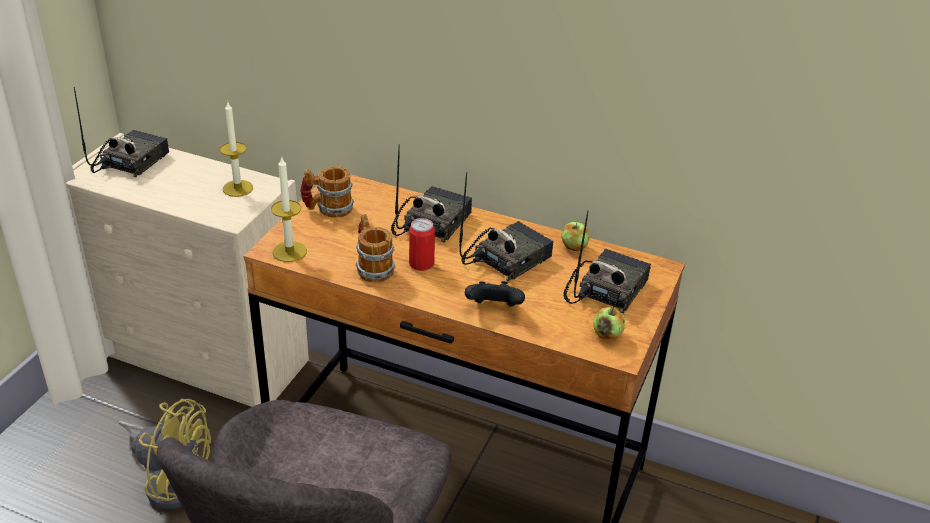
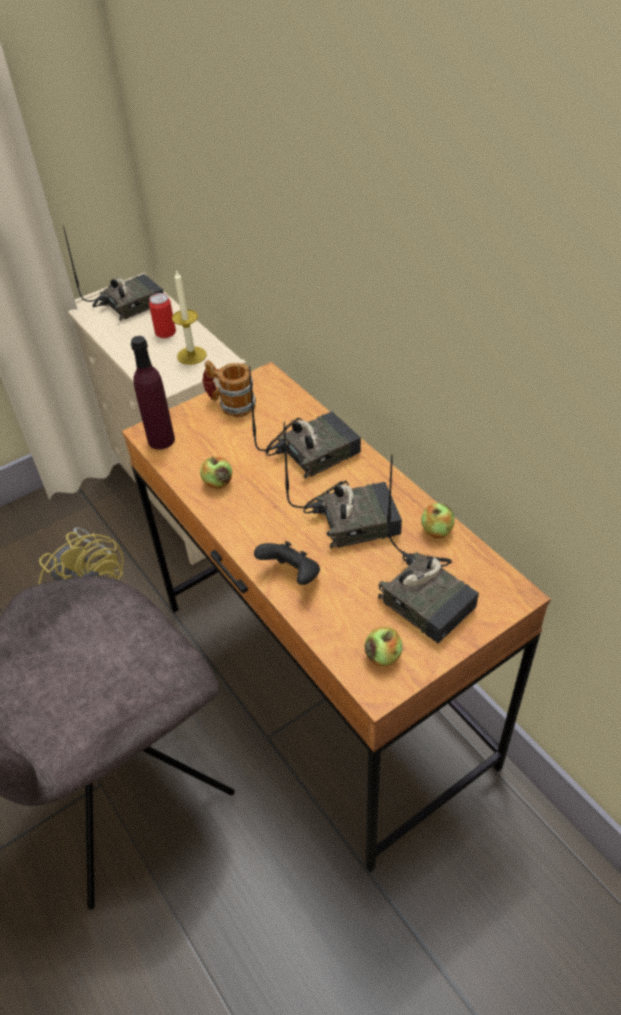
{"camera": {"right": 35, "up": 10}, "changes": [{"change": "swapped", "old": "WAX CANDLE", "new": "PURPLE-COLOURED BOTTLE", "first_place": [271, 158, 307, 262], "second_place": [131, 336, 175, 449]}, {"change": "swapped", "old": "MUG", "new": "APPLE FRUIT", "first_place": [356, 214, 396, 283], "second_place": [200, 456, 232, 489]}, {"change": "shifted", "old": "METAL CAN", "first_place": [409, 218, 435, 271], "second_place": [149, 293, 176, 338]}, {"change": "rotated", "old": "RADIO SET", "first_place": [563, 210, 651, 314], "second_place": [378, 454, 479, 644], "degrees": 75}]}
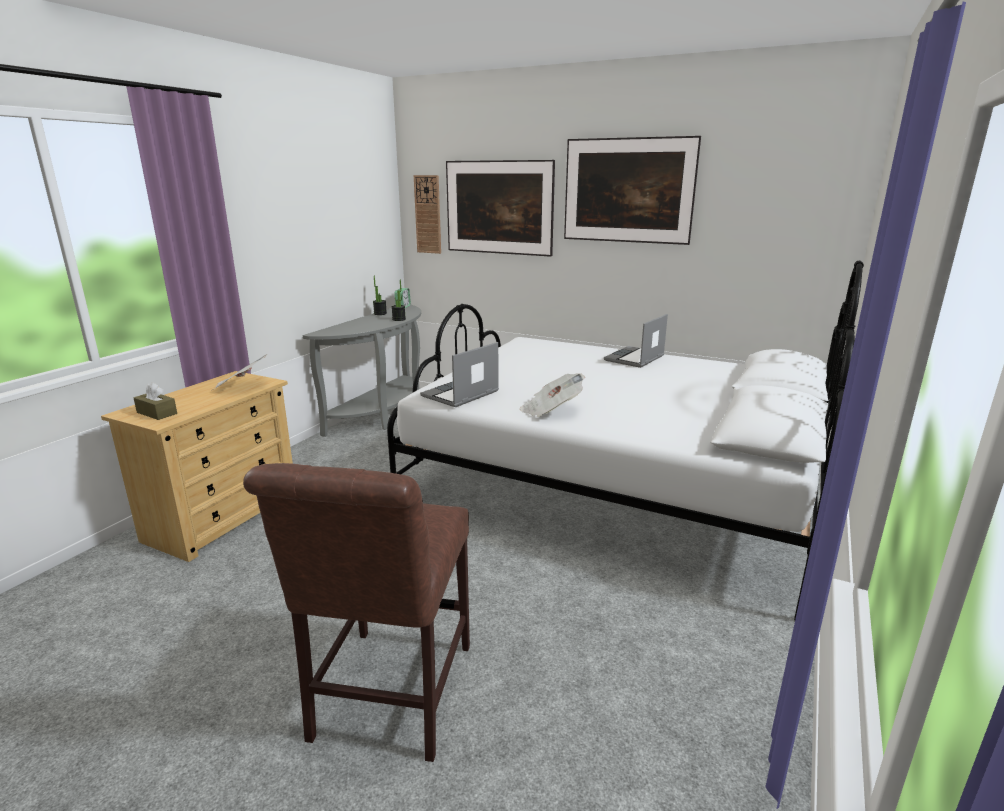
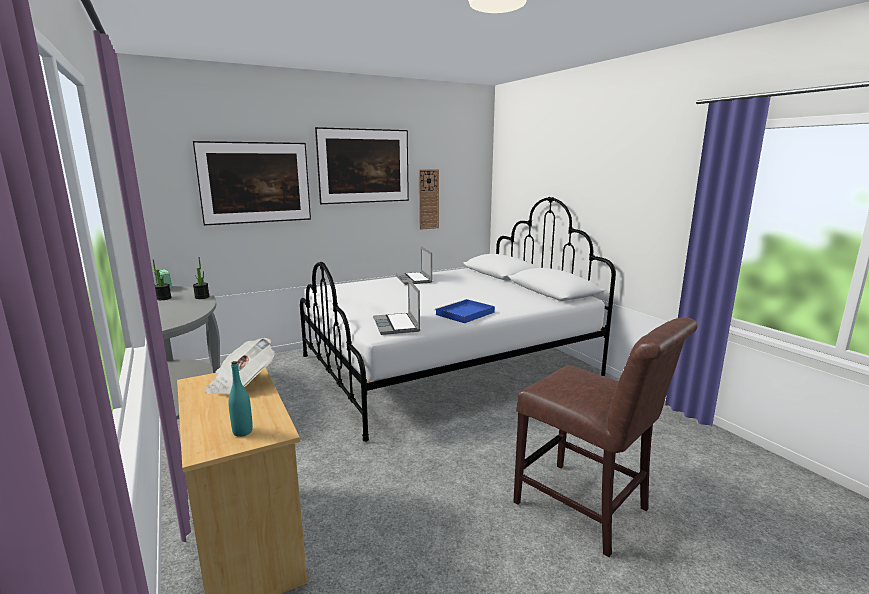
{"camera": {"right": -55, "up": -5}, "changes": [{"change": "swapped", "old": "BROWN TISSUE HOLDER", "new": "TURQUOISE BOTTLE", "first_place": [134, 382, 177, 420], "second_place": [228, 361, 253, 437]}, {"change": "shifted", "old": "CLOCK ON THE WALL", "first_place": [414, 175, 441, 254], "second_place": [419, 169, 439, 230]}, {"change": "swapped", "old": "NEWSPAPER", "new": "BLUISH CARRYING TRAY", "first_place": [519, 373, 585, 417], "second_place": [435, 299, 495, 323]}]}
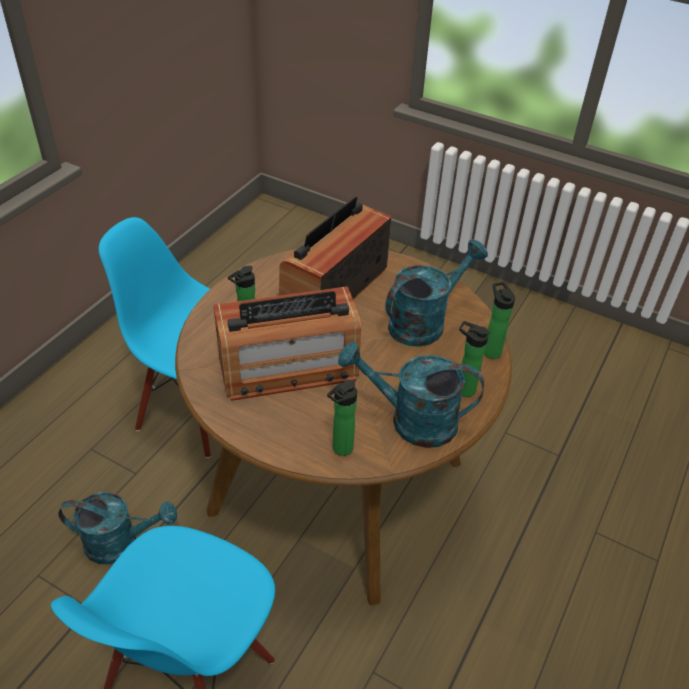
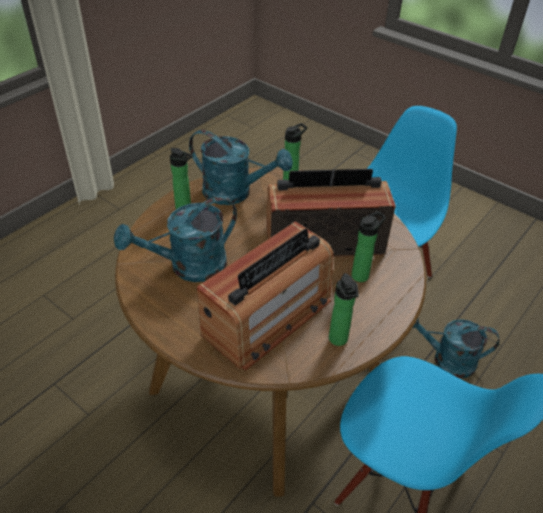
{"camera": {"right": -170, "up": 0}, "changes": [{"change": "shifted", "old": "BOTTLE", "first_place": [484, 282, 515, 359], "second_place": [329, 273, 359, 346]}]}
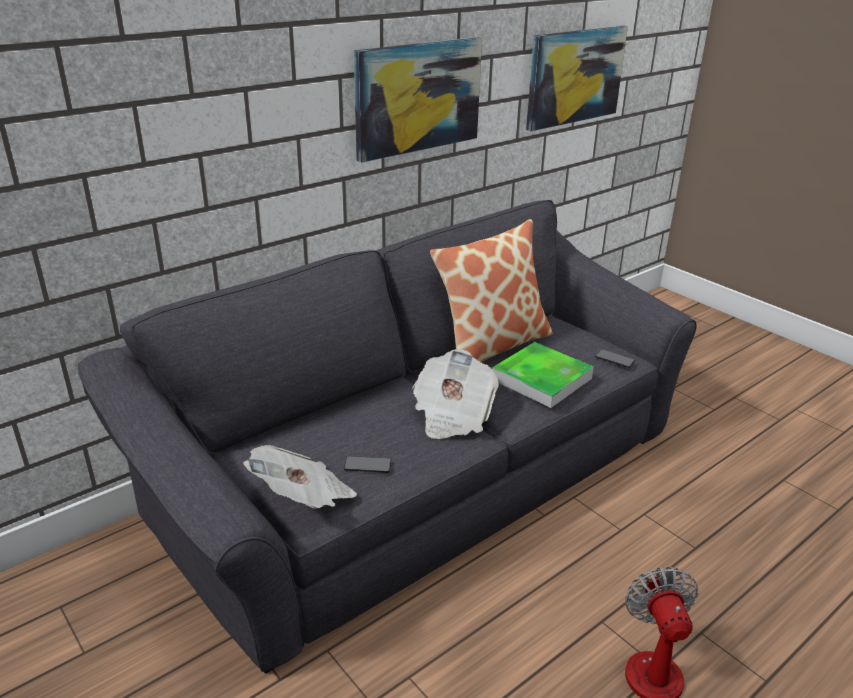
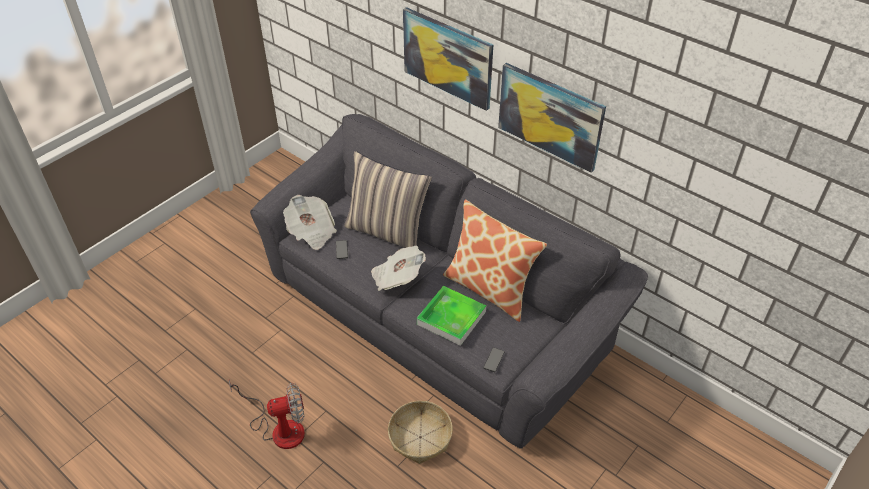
{"camera": {"right": 80, "up": 15}, "changes": [{"change": "shifted", "old": "WALL ART", "first_place": [526, 25, 628, 131], "second_place": [403, 7, 493, 111]}, {"change": "new", "new": "THROW PILLOW", "second_place": [344, 151, 432, 248]}, {"change": "new", "new": "BASKET", "second_place": [388, 401, 453, 464]}]}
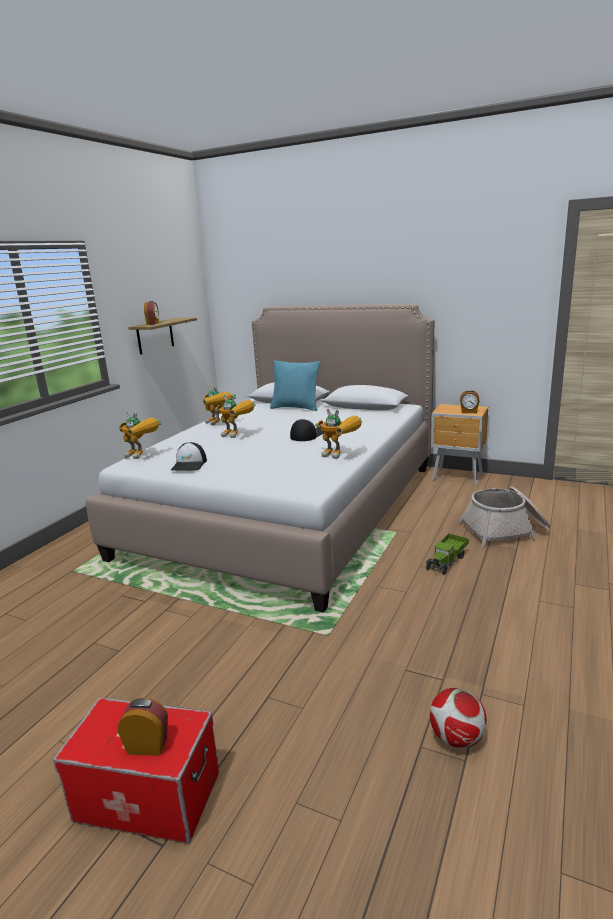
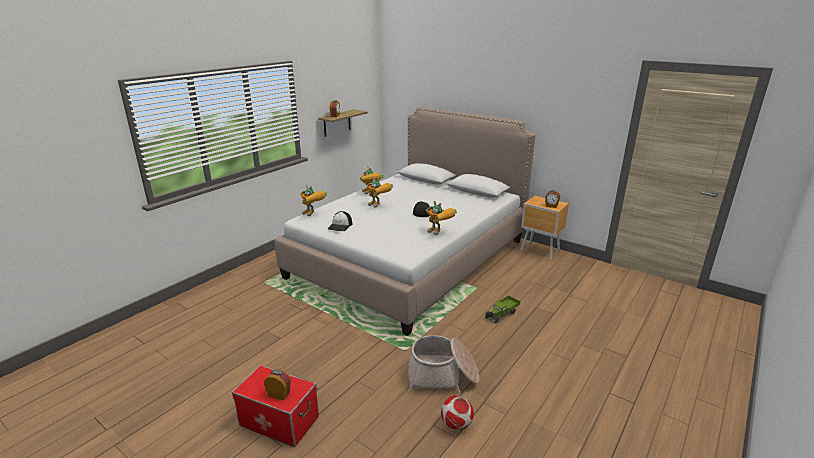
{"camera": {"right": 10, "up": 5}, "changes": [{"change": "gone", "old": "TURQUOISE THROW PILLOW", "first_place": [270, 360, 320, 411]}, {"change": "shifted", "old": "BASKET", "first_place": [459, 487, 550, 547], "second_place": [408, 335, 479, 393]}]}
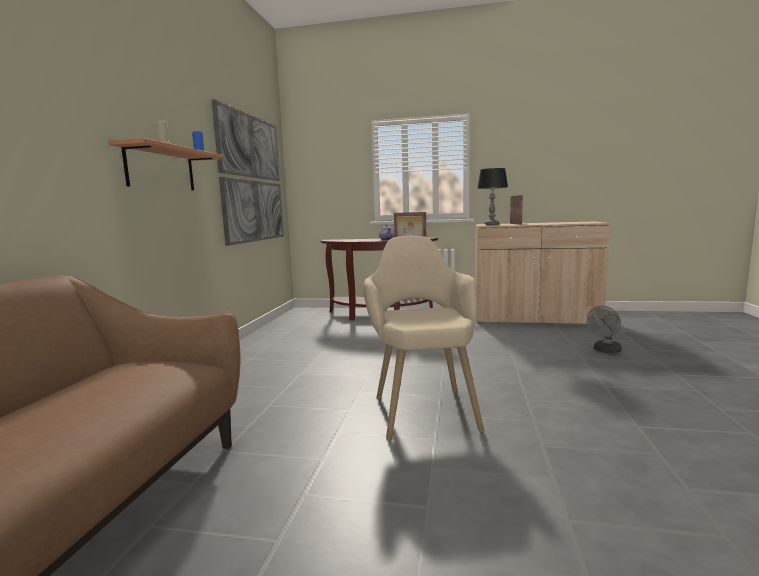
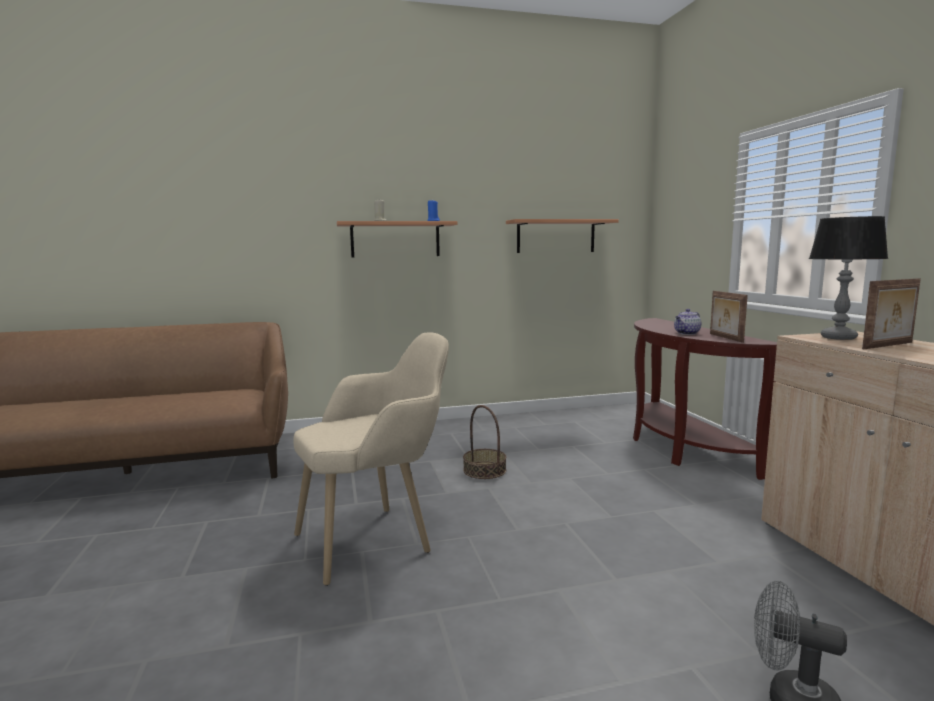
{"camera": {"right": 65, "up": 0}, "changes": [{"change": "swapped", "old": "WALL ART", "new": "SHELF", "first_place": [212, 99, 284, 246], "second_place": [506, 219, 619, 253]}, {"change": "new", "new": "BASKET", "second_place": [463, 405, 506, 479]}]}
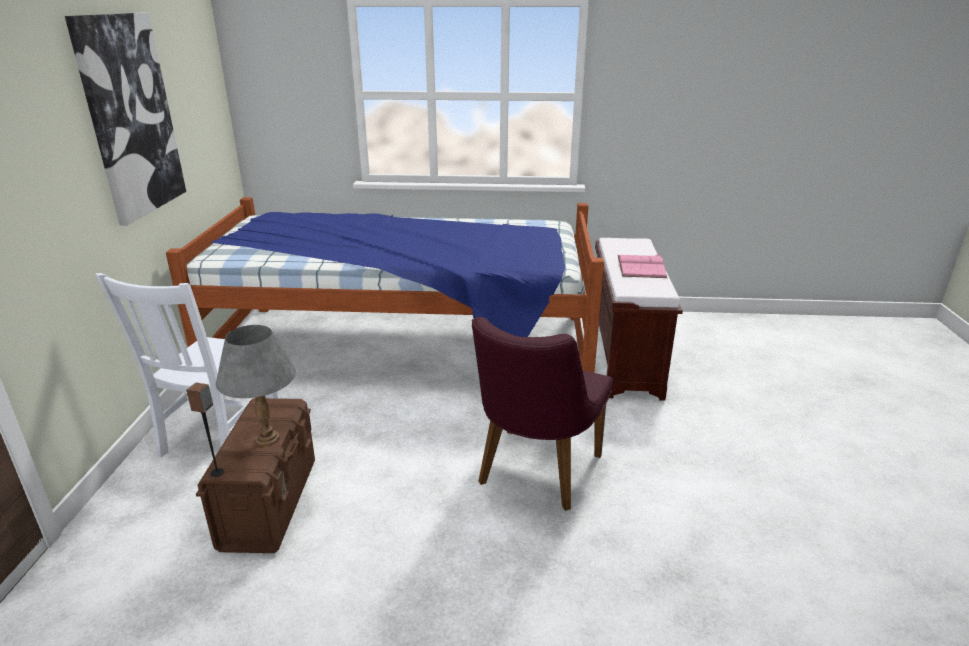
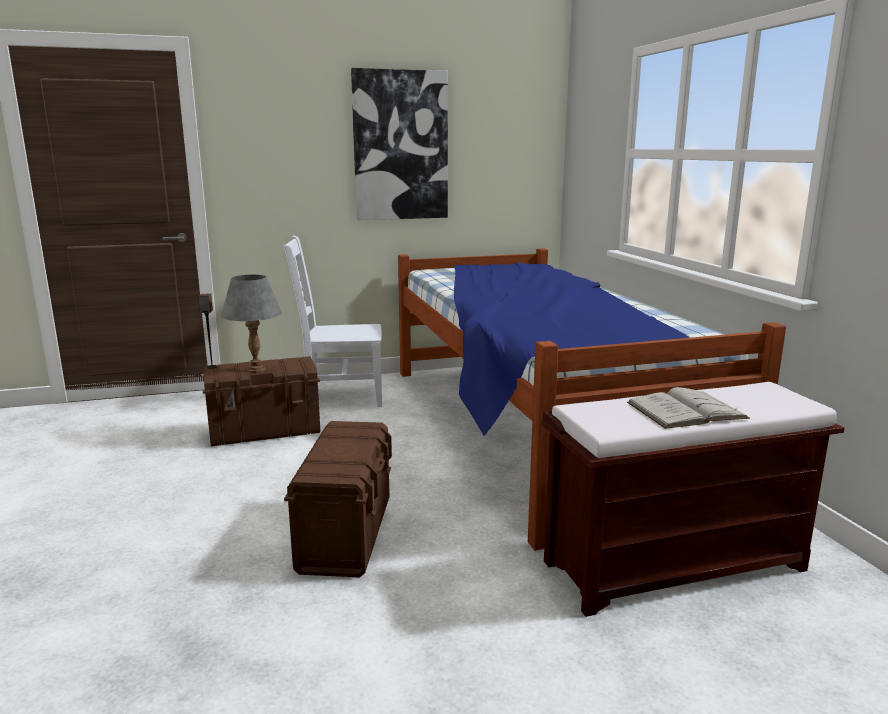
{"camera": {"right": 70, "up": -10}, "changes": [{"change": "swapped", "old": "PURPLE-COLOURED UPRIGHT CHAIR", "new": "BROWN STORAGE CONTAINER", "first_place": [472, 317, 613, 511], "second_place": [284, 421, 392, 577]}, {"change": "repainted", "old": "PINKISH BOUND BOOK", "new": "WHITISH BOUND BOOK", "first_place": [618, 254, 667, 278], "second_place": [627, 387, 750, 429]}]}
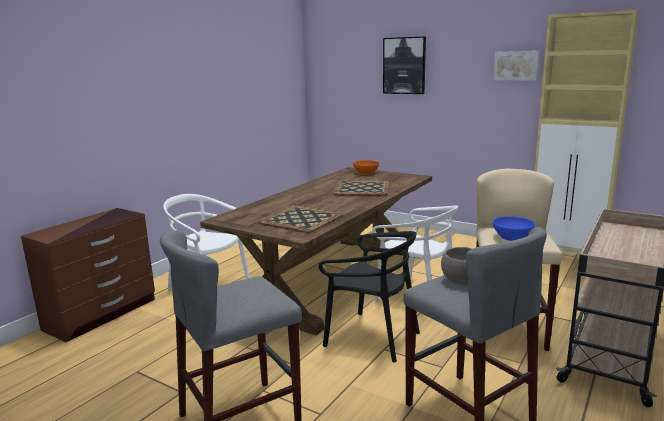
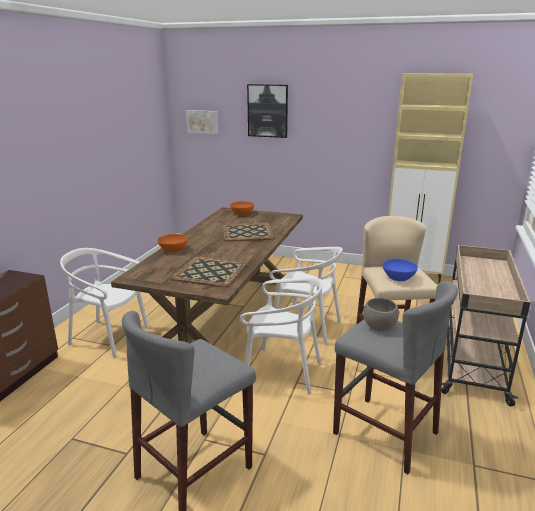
{"camera": {"right": -15, "up": 5}, "changes": [{"change": "repainted", "old": "BLACKISH UPRIGHT CHAIR", "new": "WHITISH UPRIGHT CHAIR", "first_place": [319, 231, 420, 362], "second_place": [240, 278, 323, 394]}, {"change": "shifted", "old": "WALL ART", "first_place": [493, 51, 539, 81], "second_place": [186, 110, 218, 134]}, {"change": "new", "new": "ORANGE-COLOURED BOWL", "second_place": [157, 234, 188, 253]}]}
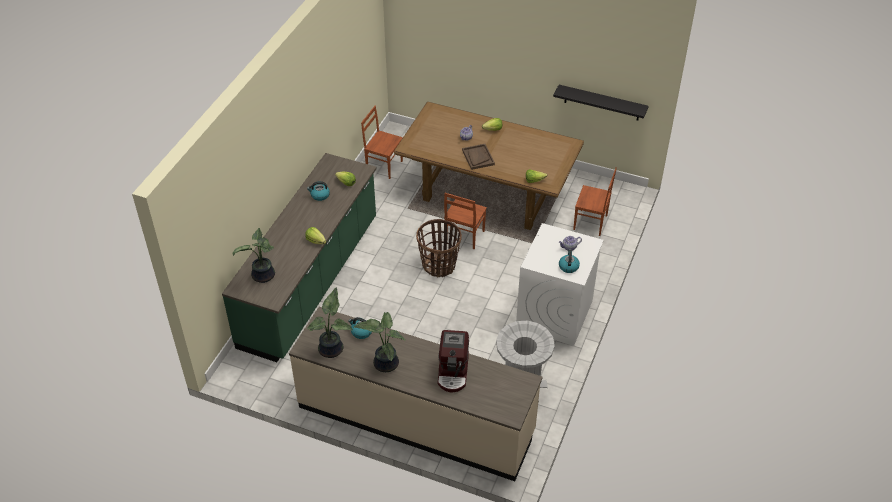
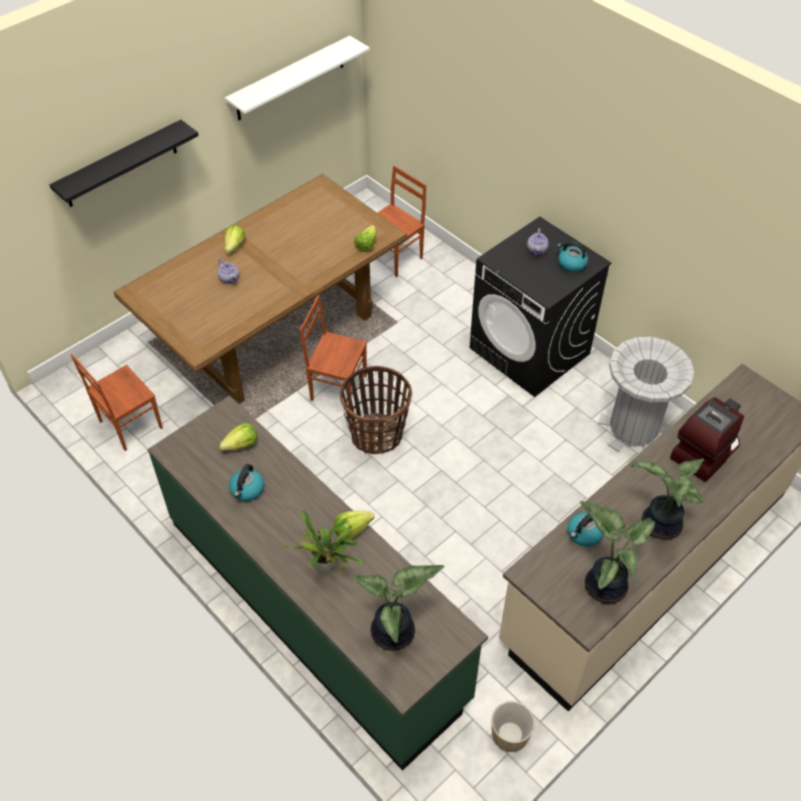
{"camera": {"right": -65, "up": 5}, "changes": [{"change": "rotated", "old": "COFFEE MAKER", "first_place": [438, 330, 469, 392], "second_place": [670, 397, 744, 482], "degrees": -75}, {"change": "rotated", "old": "BROWN UPRIGHT CHAIR", "first_place": [444, 193, 487, 249], "second_place": [300, 295, 367, 409], "degrees": 150}, {"change": "gone", "old": "BROWN CARRYING TRAY", "first_place": [462, 144, 495, 170]}, {"change": "repainted", "old": "WHITISH LAUNDRY MACHINE", "new": "BLACKISH LAUNDRY MACHINE", "first_place": [516, 223, 604, 346], "second_place": [469, 216, 611, 397]}, {"change": "shifted", "old": "BLACKISH SHELF", "first_place": [553, 85, 649, 121], "second_place": [50, 120, 199, 207]}, {"change": "new", "new": "WHITISH SHELF", "second_place": [225, 36, 370, 120]}, {"change": "new", "new": "HOUSEPLANT", "second_place": [278, 510, 365, 573]}, {"change": "new", "new": "PLANT POT", "second_place": [492, 701, 535, 752]}]}
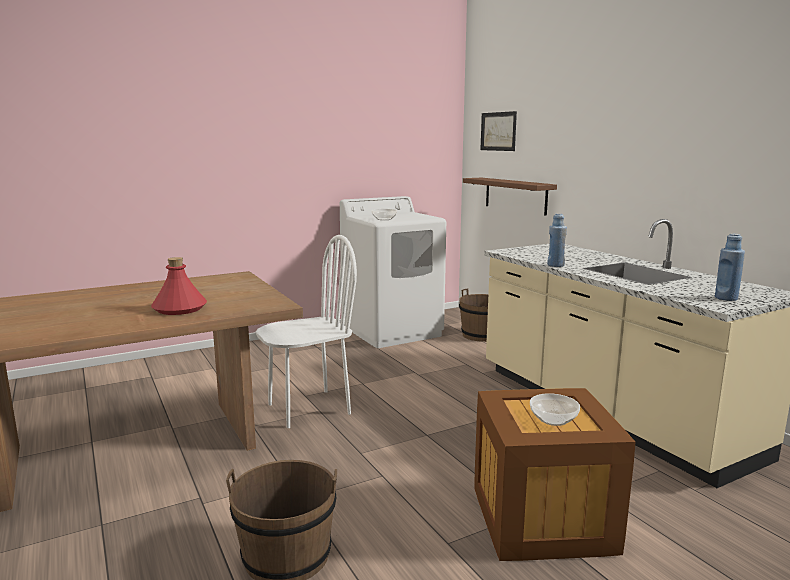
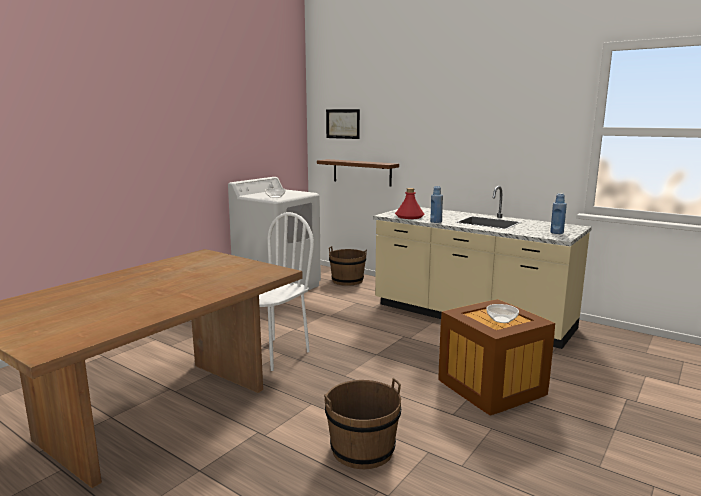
{"camera": {"right": -25, "up": 0}, "changes": [{"change": "shifted", "old": "RED BOTTLE", "first_place": [151, 257, 207, 315], "second_place": [395, 188, 424, 219]}]}
